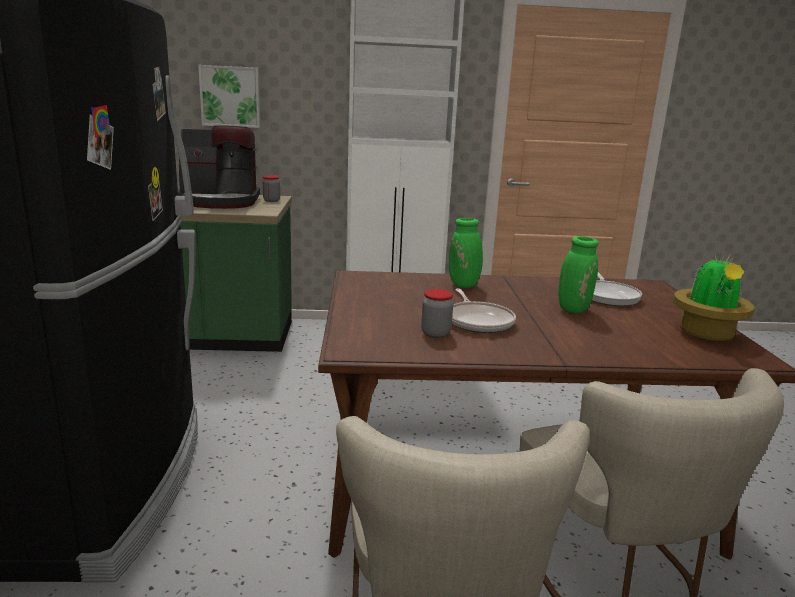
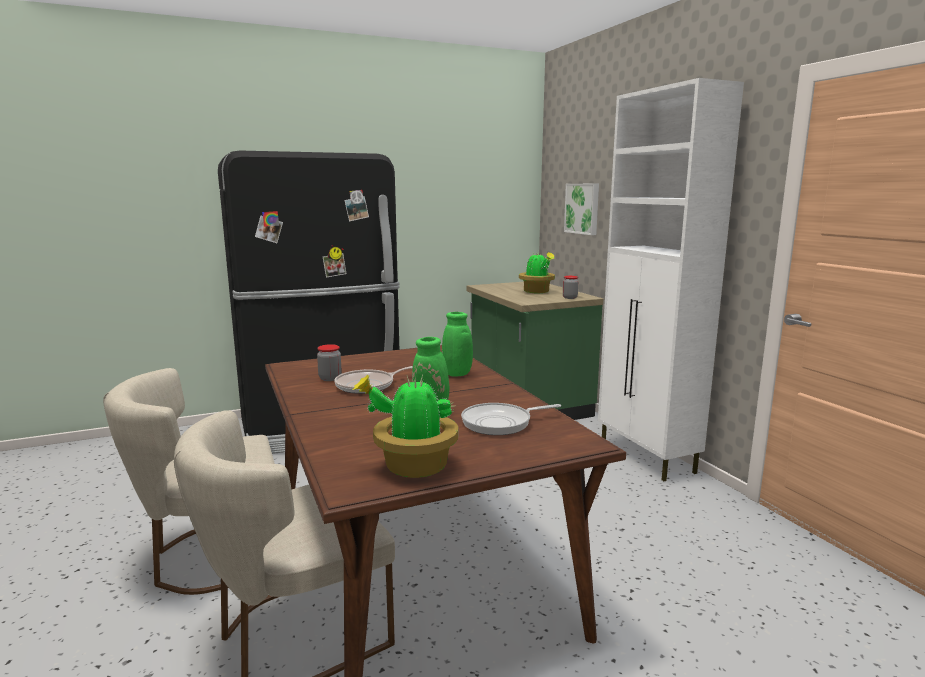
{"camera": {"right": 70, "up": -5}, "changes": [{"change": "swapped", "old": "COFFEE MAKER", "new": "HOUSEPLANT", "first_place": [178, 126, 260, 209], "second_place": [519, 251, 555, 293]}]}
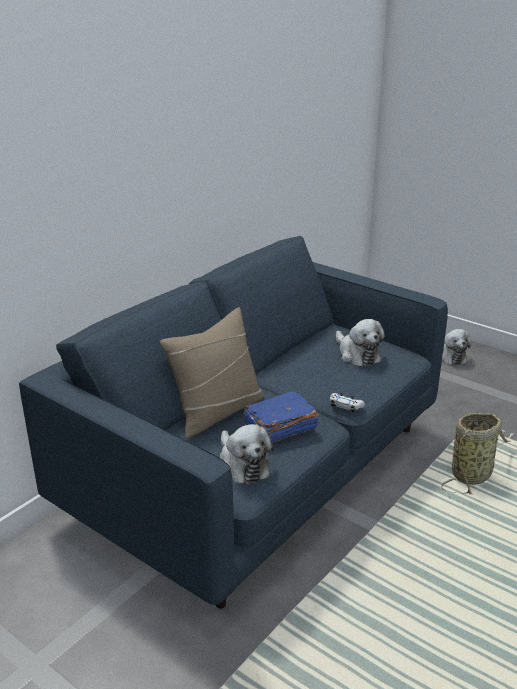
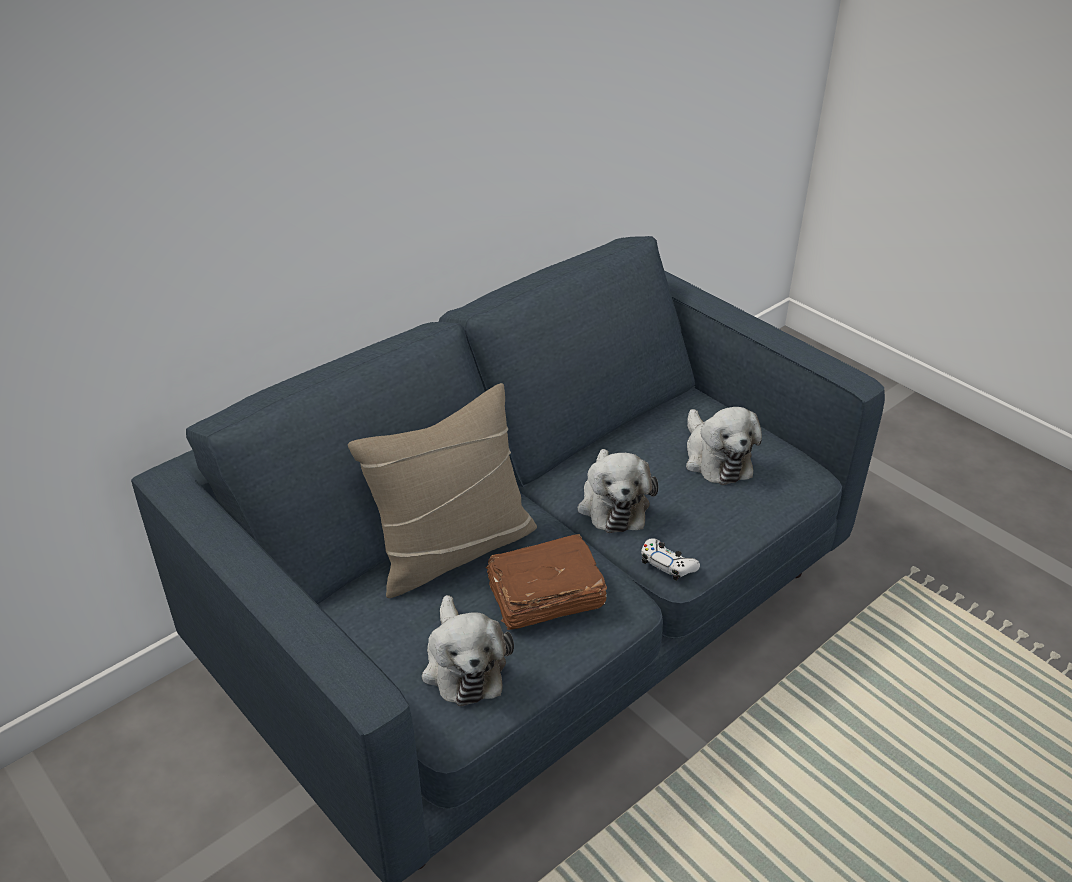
{"camera": {"right": 10, "up": 10}, "changes": [{"change": "repainted", "old": "BLUISH BOUND BOOK", "new": "BROWN BOUND BOOK", "first_place": [243, 391, 318, 443], "second_place": [486, 534, 607, 630]}, {"change": "gone", "old": "BASKET", "first_place": [441, 413, 511, 495]}, {"change": "shifted", "old": "SOFT TOY", "first_place": [442, 329, 471, 365], "second_place": [578, 449, 658, 533]}]}
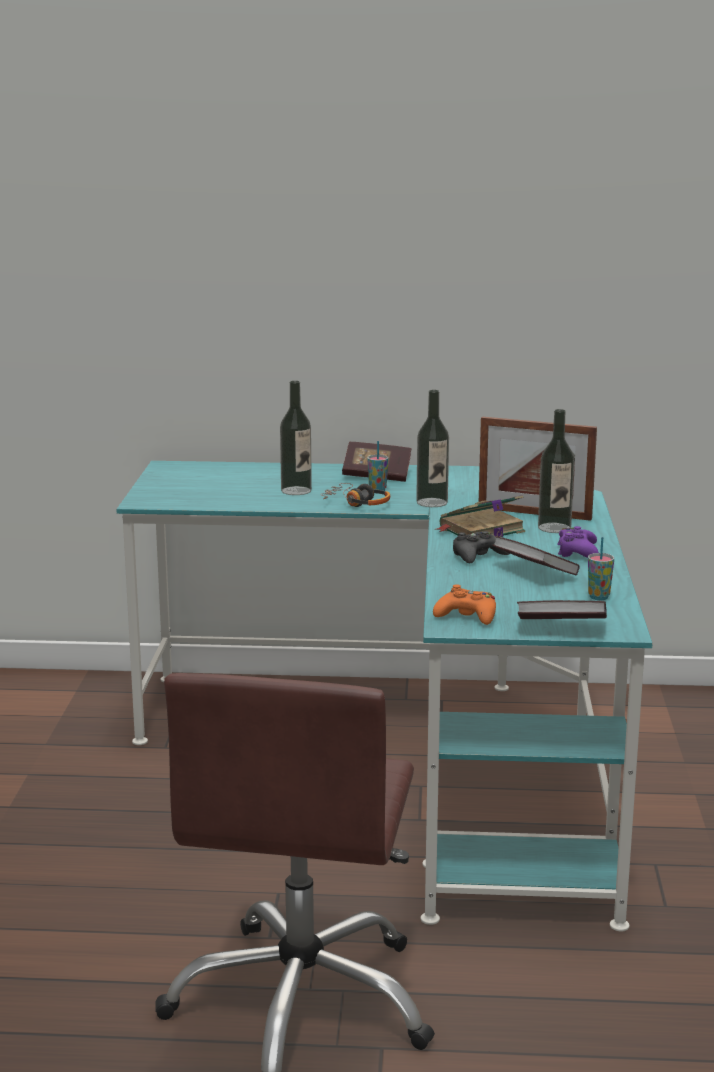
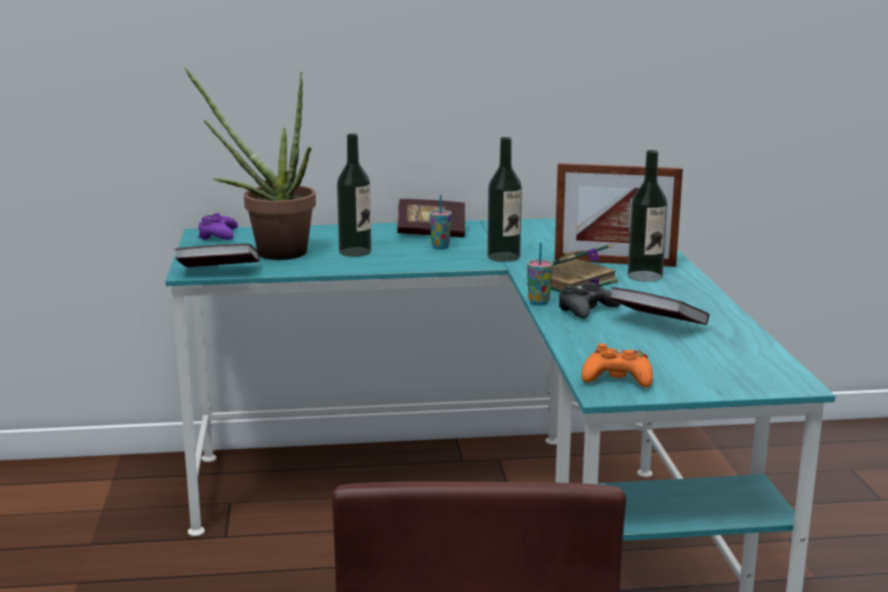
{"camera": {"right": -10, "up": 0}, "changes": [{"change": "gone", "old": "HEADPHONES", "first_place": [320, 483, 390, 507]}, {"change": "shifted", "old": "BOUND BOOK", "first_place": [517, 600, 607, 619], "second_place": [175, 244, 259, 267]}, {"change": "shifted", "old": "PURPLE-COLOURED JOYPAD", "first_place": [557, 526, 599, 558], "second_place": [198, 213, 238, 240]}, {"change": "shifted", "old": "DRINKING CUP", "first_place": [588, 537, 614, 600], "second_place": [527, 242, 553, 306]}, {"change": "new", "new": "HOUSEPLANT", "second_place": [184, 67, 316, 260]}]}
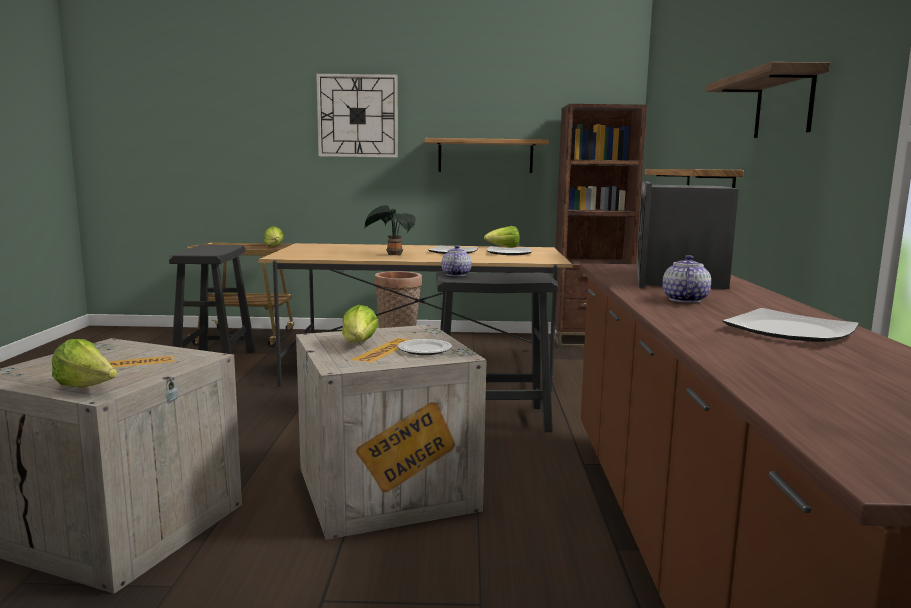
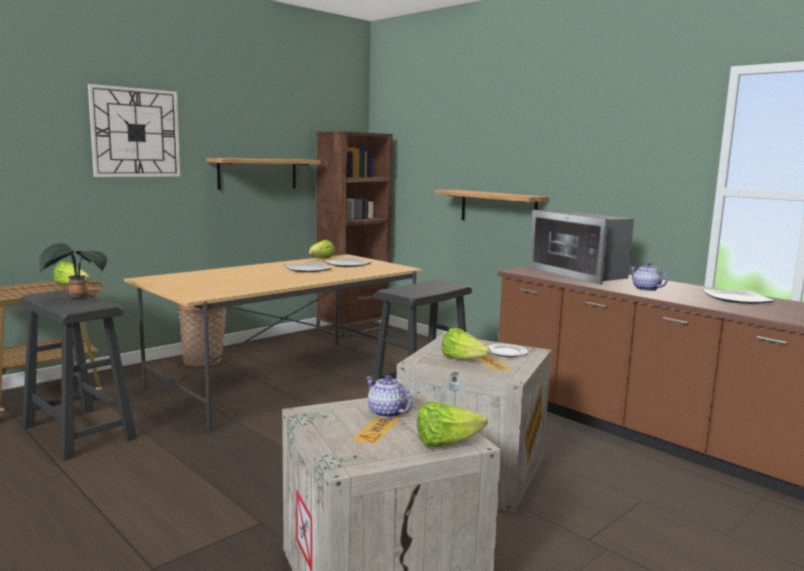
{"camera": {"right": -45, "up": 0}, "changes": [{"change": "shifted", "old": "HOUSEPLANT", "first_place": [364, 205, 416, 256], "second_place": [39, 243, 107, 298]}, {"change": "shifted", "old": "POT FOR TEA", "first_place": [441, 245, 472, 276], "second_place": [366, 375, 412, 418]}, {"change": "gone", "old": "SHELF", "first_place": [706, 62, 830, 138]}]}
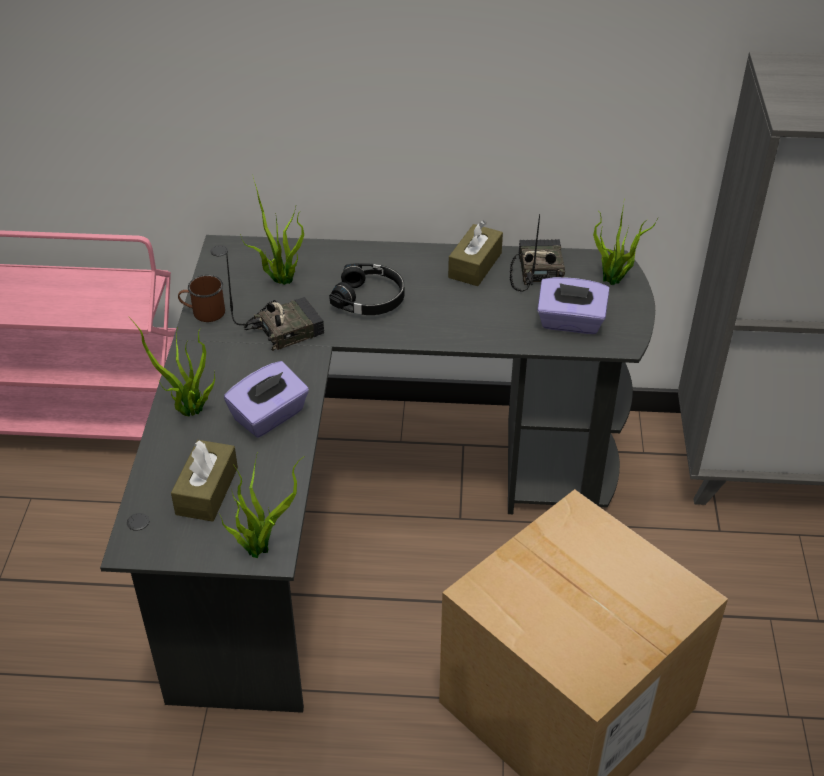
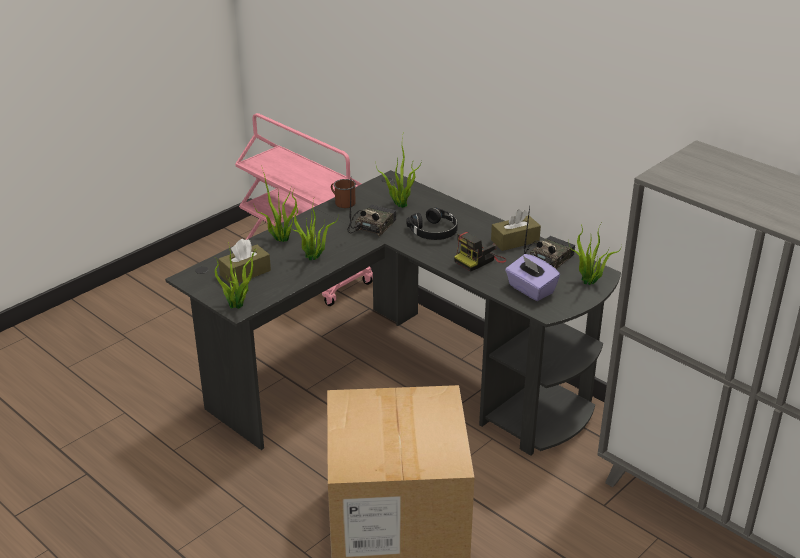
{"camera": {"right": 40, "up": -10}, "changes": [{"change": "swapped", "old": "PURPLE-COLOURED TISSUE HOLDER", "new": "HOUSEPLANT", "first_place": [224, 361, 309, 438], "second_place": [289, 199, 338, 260]}, {"change": "rotated", "old": "RADIO SET", "first_place": [226, 253, 324, 351], "second_place": [347, 185, 396, 236], "degrees": -75}, {"change": "new", "new": "PHOTO CAMERA", "second_place": [454, 231, 507, 271]}]}
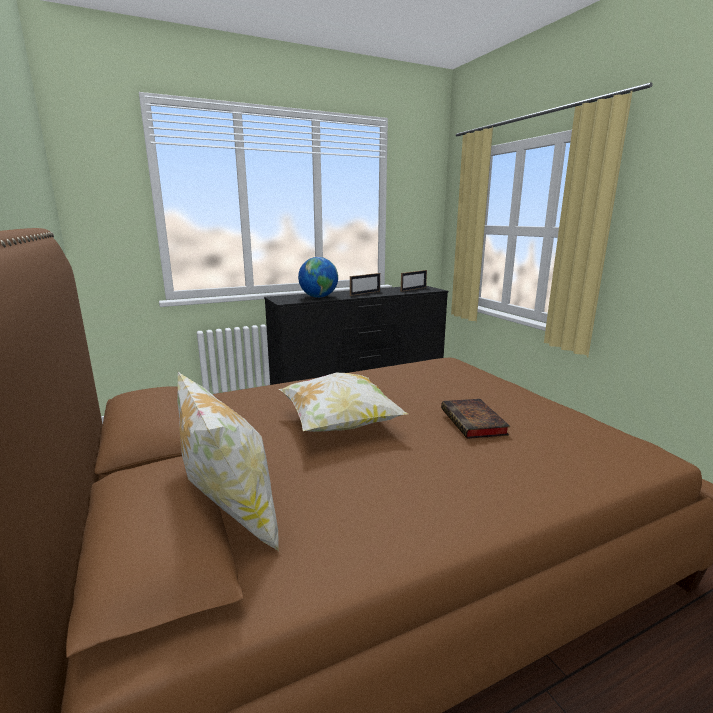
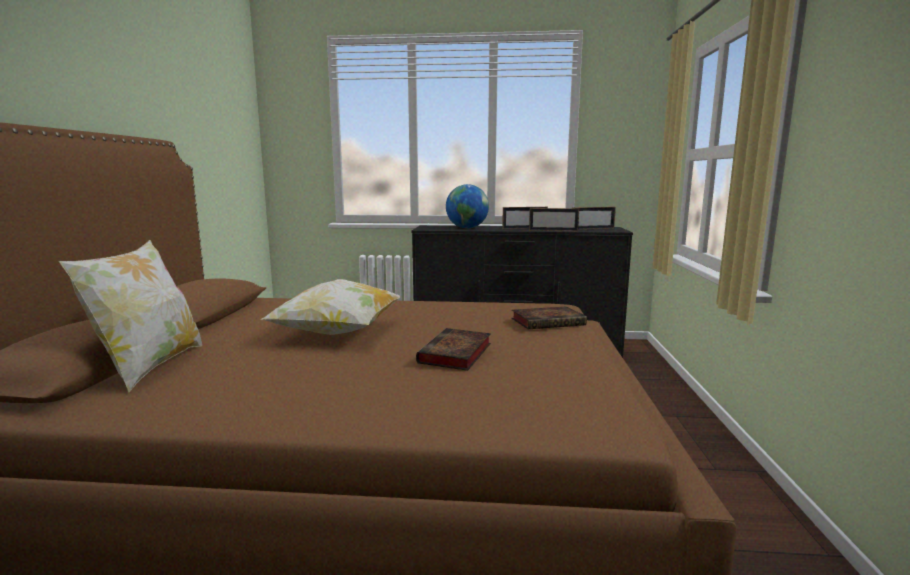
{"camera": {"right": 30, "up": -5}, "changes": [{"change": "new", "new": "BOUND BOOK", "second_place": [511, 306, 587, 329]}, {"change": "new", "new": "PICTURE FRAME", "second_place": [529, 208, 579, 231]}]}
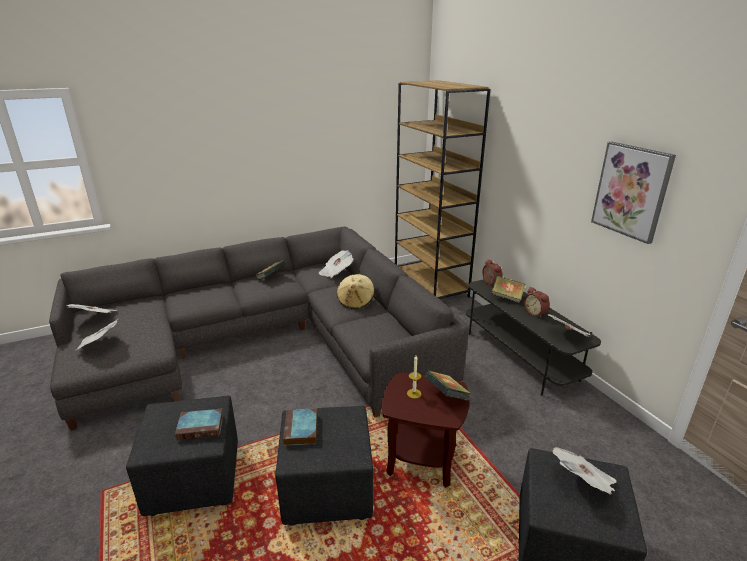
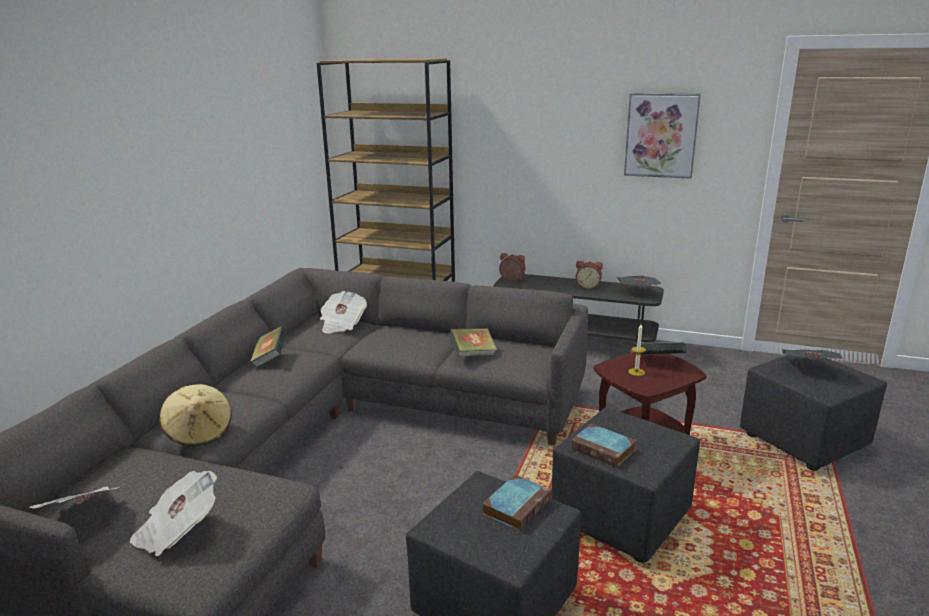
{"camera": {"right": -45, "up": -5}, "changes": [{"change": "shifted", "old": "SAND-COLOURED WEARABLE HAT", "first_place": [337, 274, 374, 309], "second_place": [159, 384, 232, 446]}, {"change": "shifted", "old": "BOUND BOOK", "first_place": [491, 275, 525, 303], "second_place": [448, 328, 497, 356]}]}
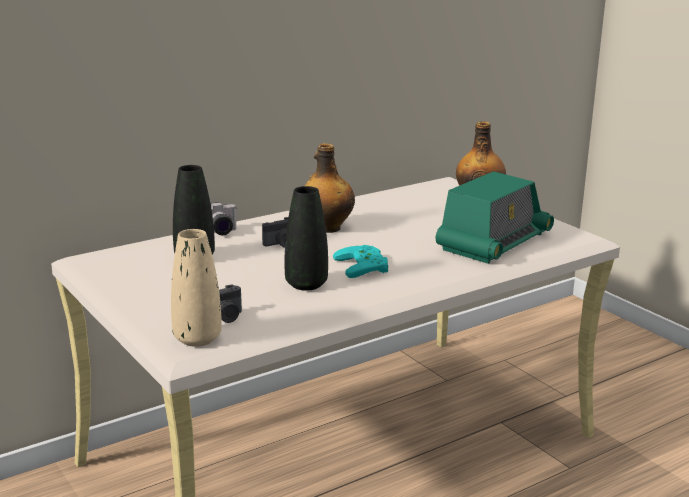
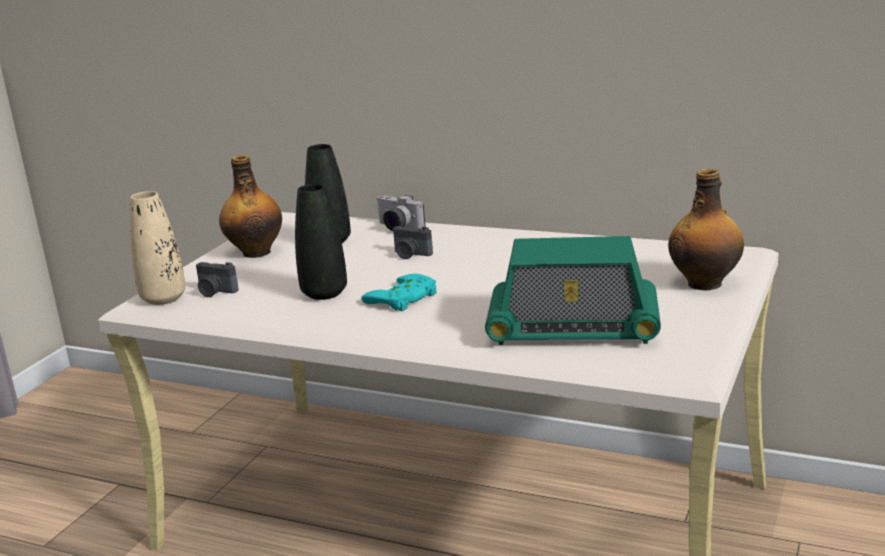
{"camera": {"right": 60, "up": 0}, "changes": [{"change": "shifted", "old": "BOTTLE", "first_place": [305, 143, 355, 233], "second_place": [219, 155, 282, 258]}]}
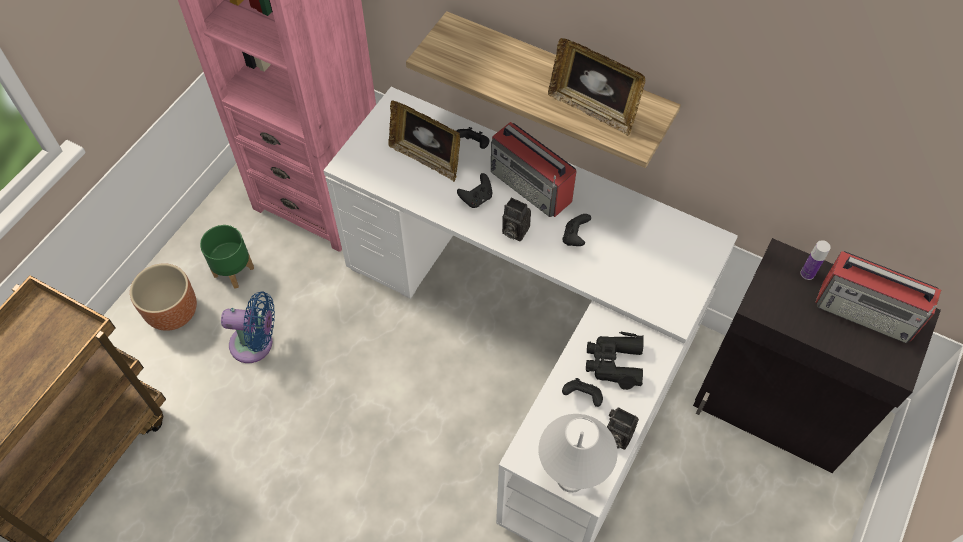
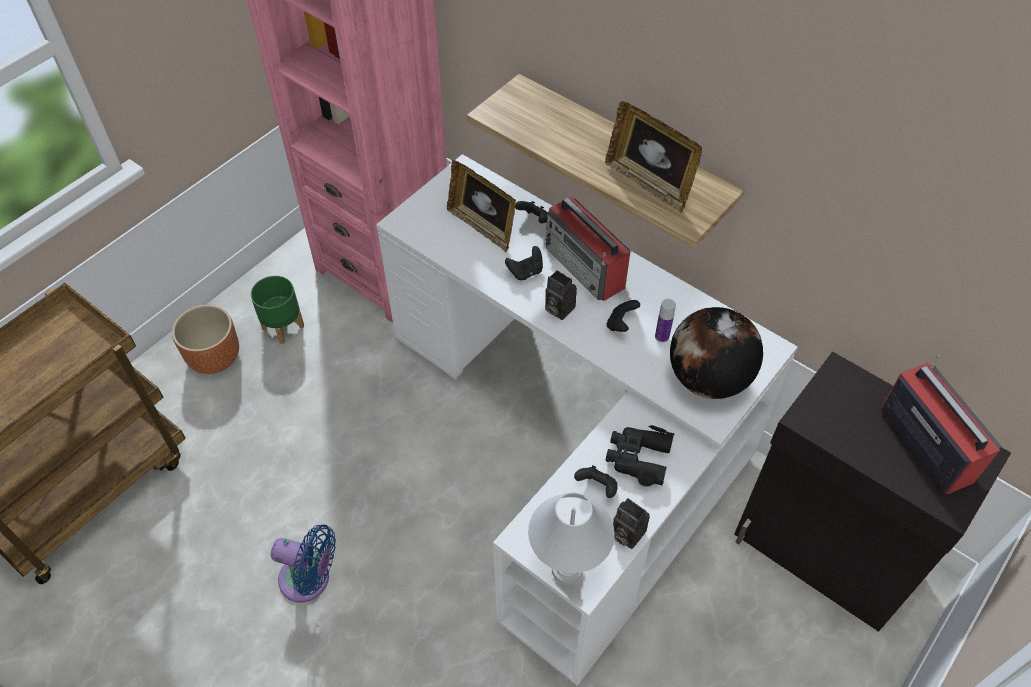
{"camera": {"right": 10, "up": -5}, "changes": [{"change": "shifted", "old": "BLUISH COOLING FAN", "first_place": [221, 292, 275, 363], "second_place": [271, 524, 336, 603]}, {"change": "shifted", "old": "BOTTLE", "first_place": [800, 240, 831, 280], "second_place": [655, 299, 676, 343]}, {"change": "rotated", "old": "RADIO SET", "first_place": [815, 251, 941, 344], "second_place": [881, 355, 1001, 494], "degrees": -150}, {"change": "new", "new": "WORLD GLOBE", "second_place": [670, 307, 763, 399]}]}
